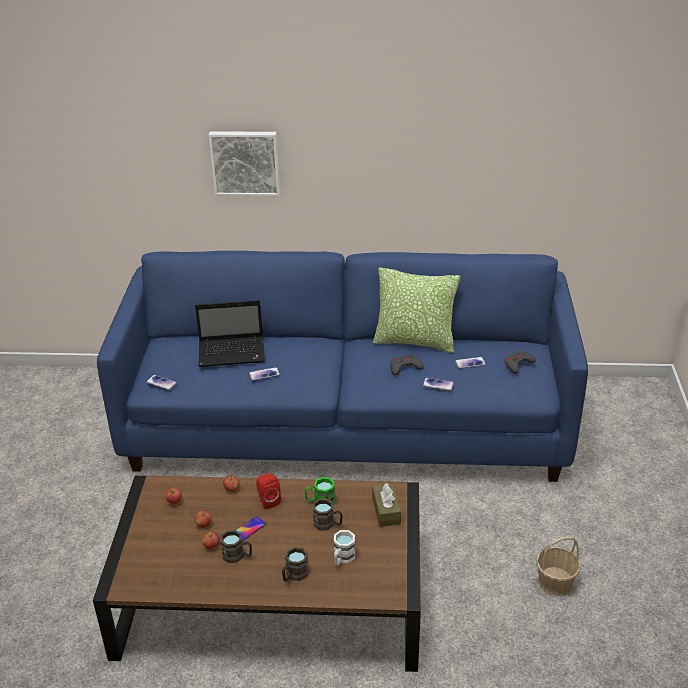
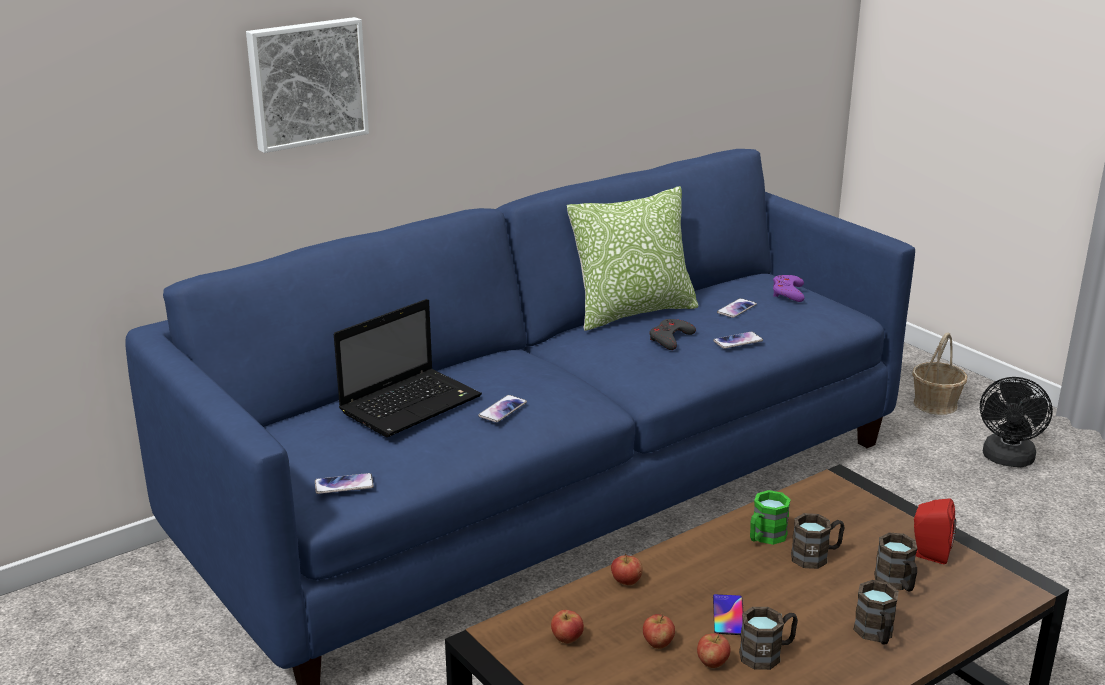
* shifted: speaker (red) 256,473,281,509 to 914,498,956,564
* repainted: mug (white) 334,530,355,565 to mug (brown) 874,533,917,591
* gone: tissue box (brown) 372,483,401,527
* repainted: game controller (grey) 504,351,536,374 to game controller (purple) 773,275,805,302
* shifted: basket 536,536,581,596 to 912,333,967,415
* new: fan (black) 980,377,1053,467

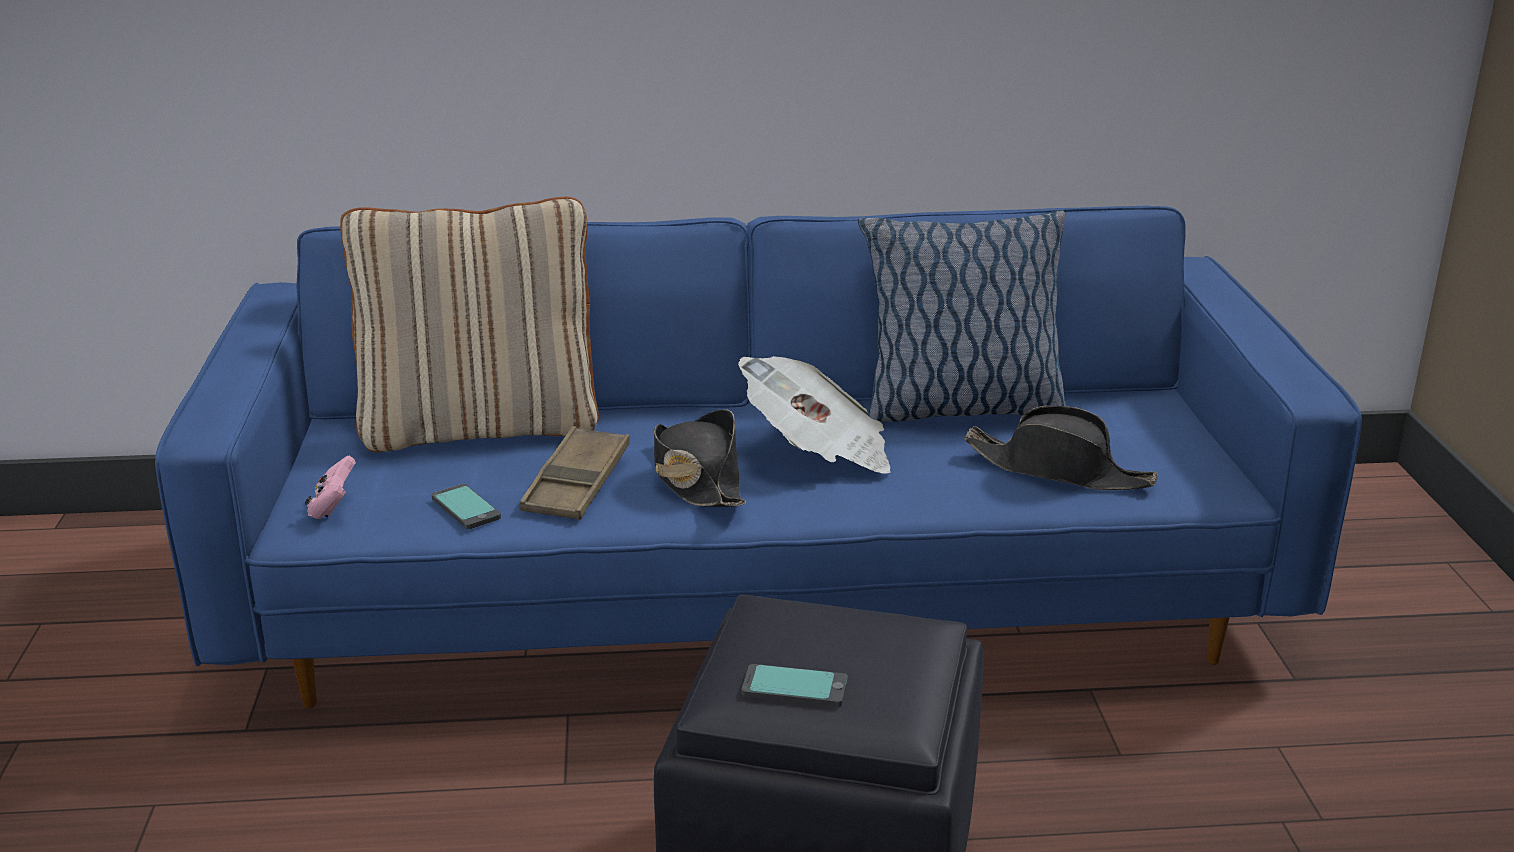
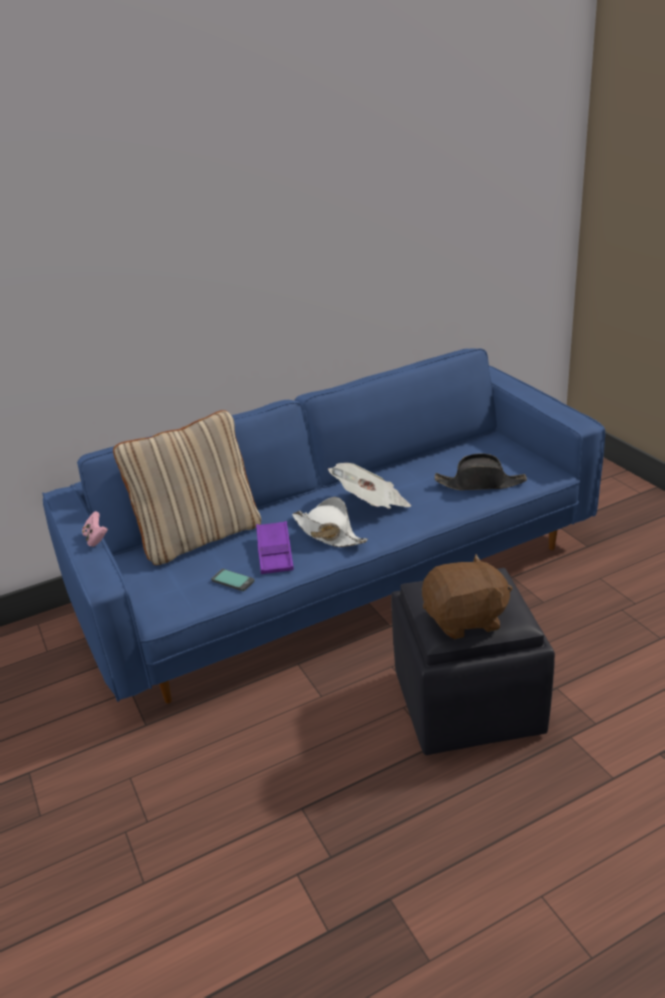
* shifted: game controller (pink) 305,456,356,519 to 82,511,108,547
* repainted: tray (brown) 519,426,630,520 to tray (purple) 256,521,294,574
* repainted: hat (black) 654,409,746,507 to hat (white) 292,497,368,547
* swapped: phone 741,664,848,707 to plush toy (brown) 422,554,512,639
* gone: pillow 858,210,1066,422

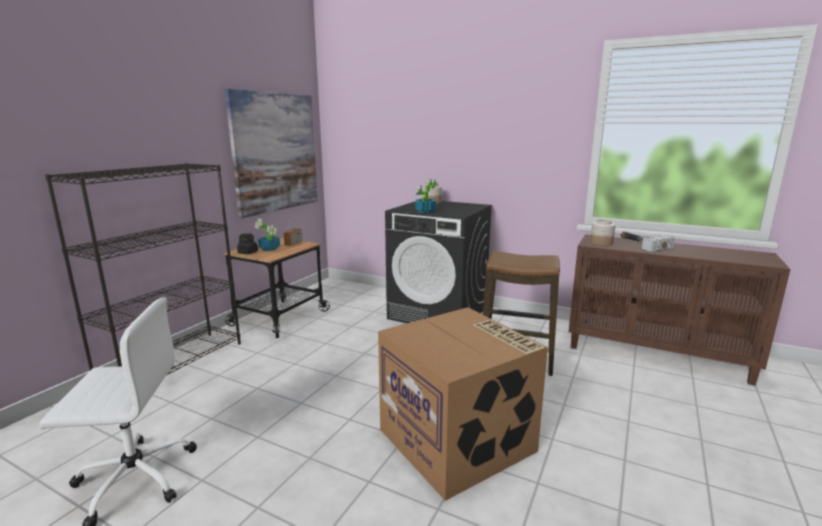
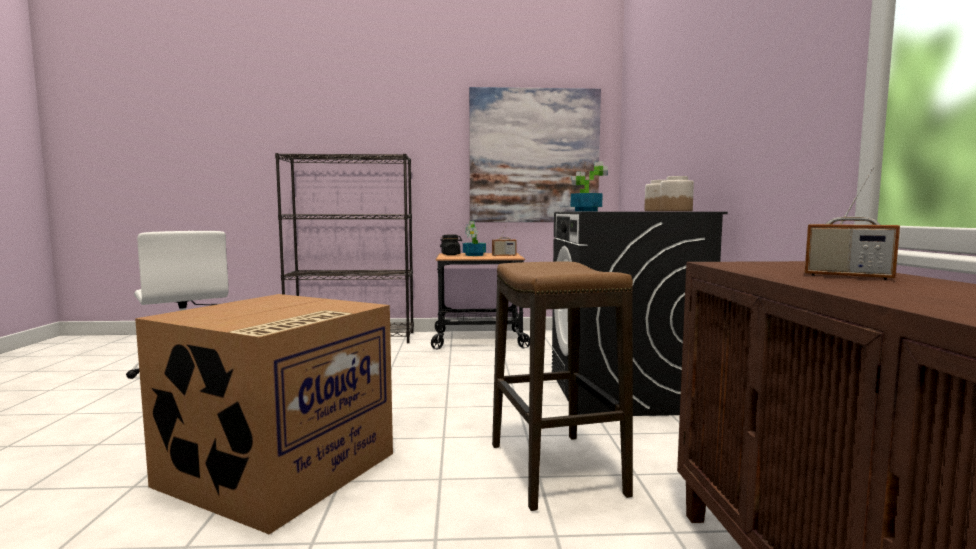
* shifted: jar 590,219,615,246 to 660,176,694,211
* swapped: hammer 621,231,675,253 to radio 805,167,900,280

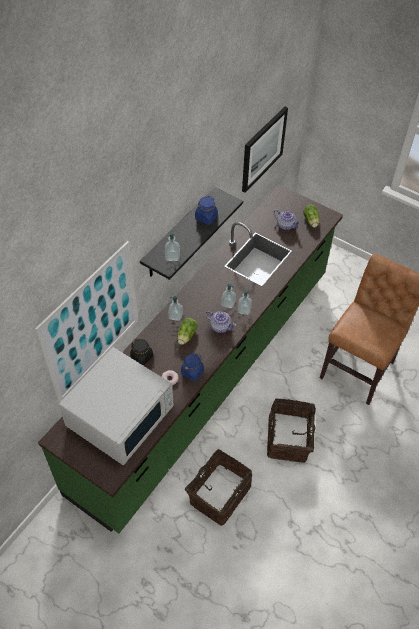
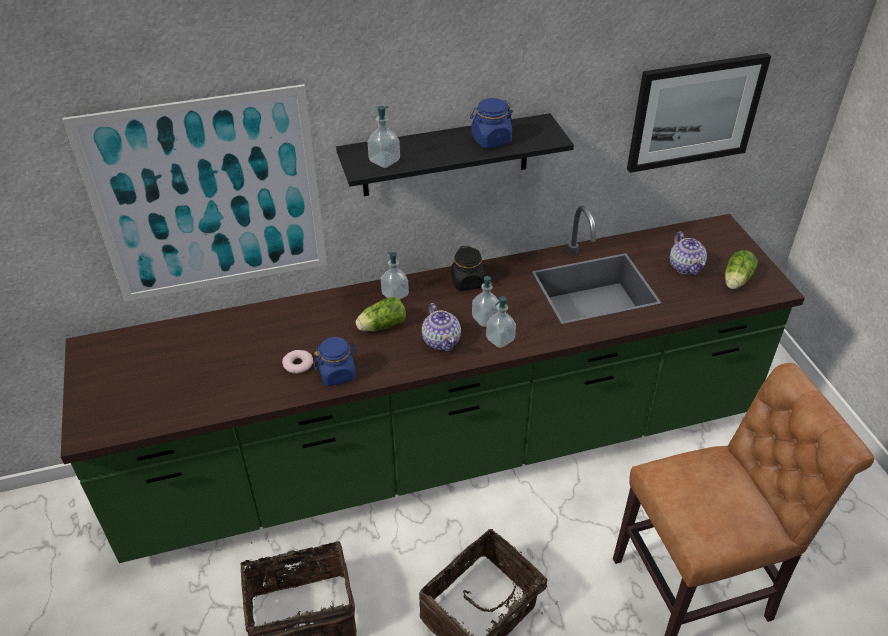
* gone: microwave (white) 59,347,173,466
* shifted: jar (black) 130,339,153,365 to 451,246,485,291

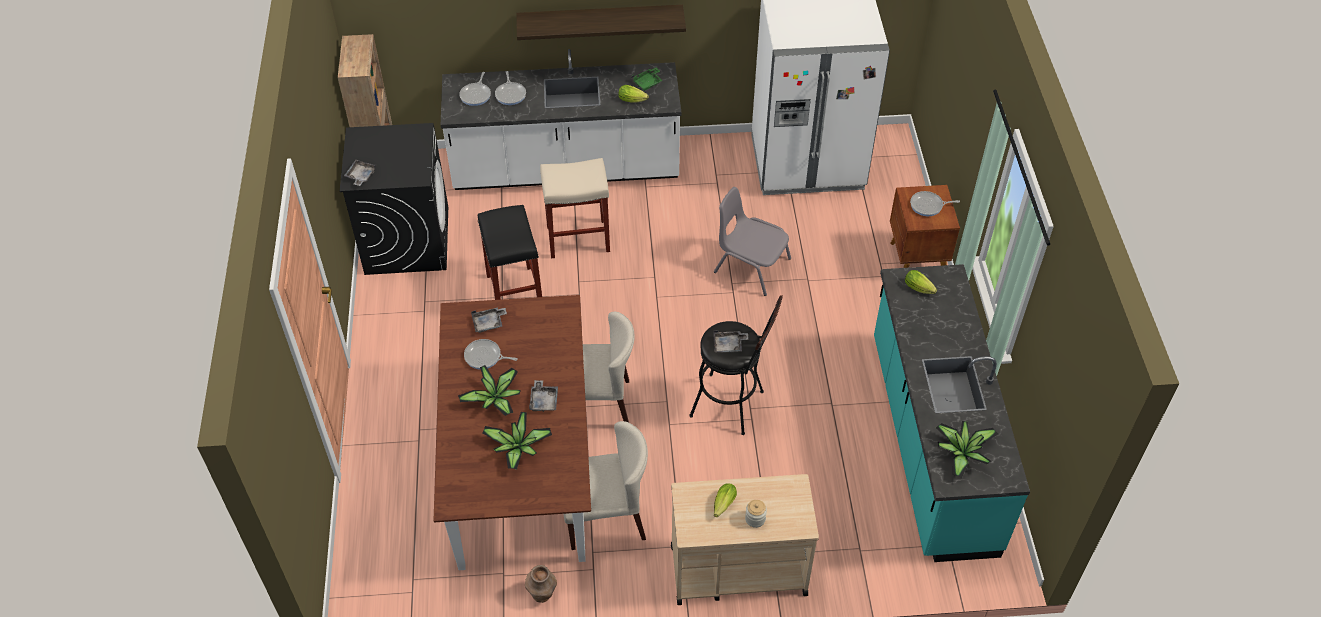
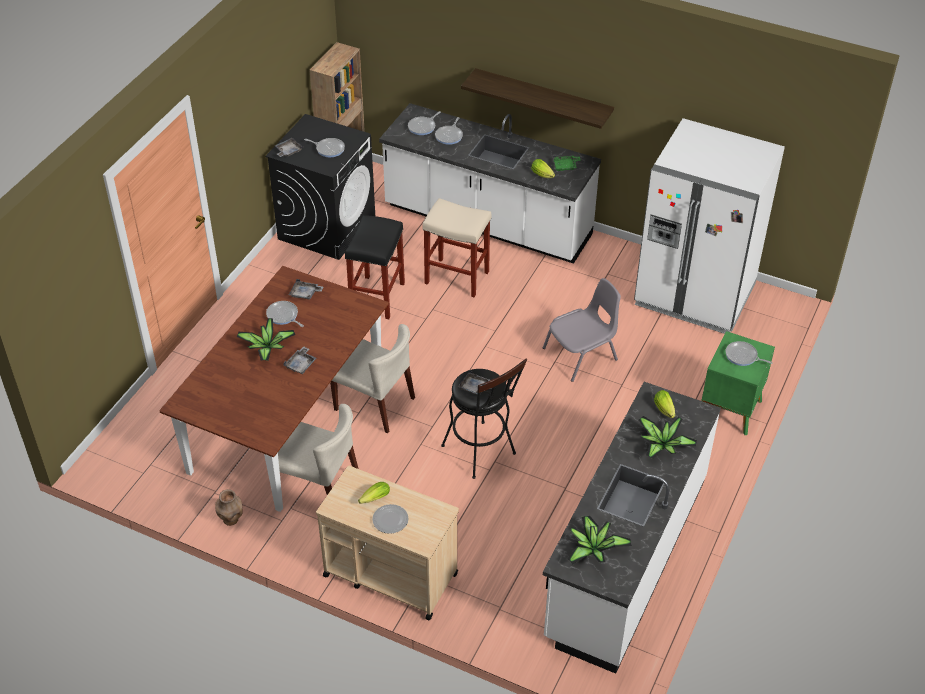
* shifted: potted plant 483,412,552,470 to 639,416,697,459
* rotated: chair (grey) 714,187,791,296 = 543,278,621,382 90 degrees clockwise
* swapped: jar 745,500,767,528 to plate 372,504,409,534
* repainted: counter (turquoise) 874,264,1030,562 to counter (white) 543,382,721,674
* repainted: nightstand (brown) 890,185,960,268 to nightstand (green) 701,331,775,435
* new: frying pan 304,138,345,157

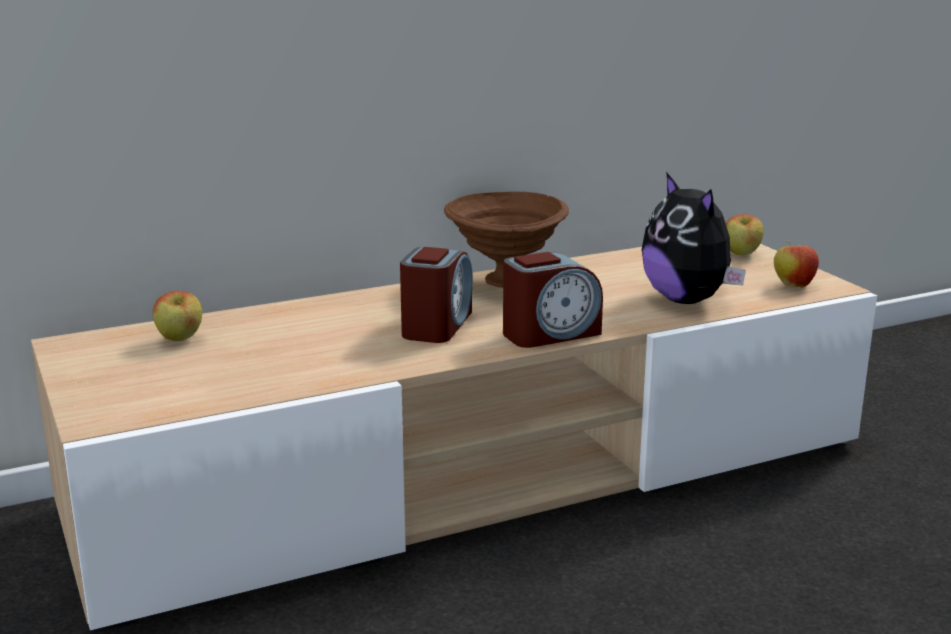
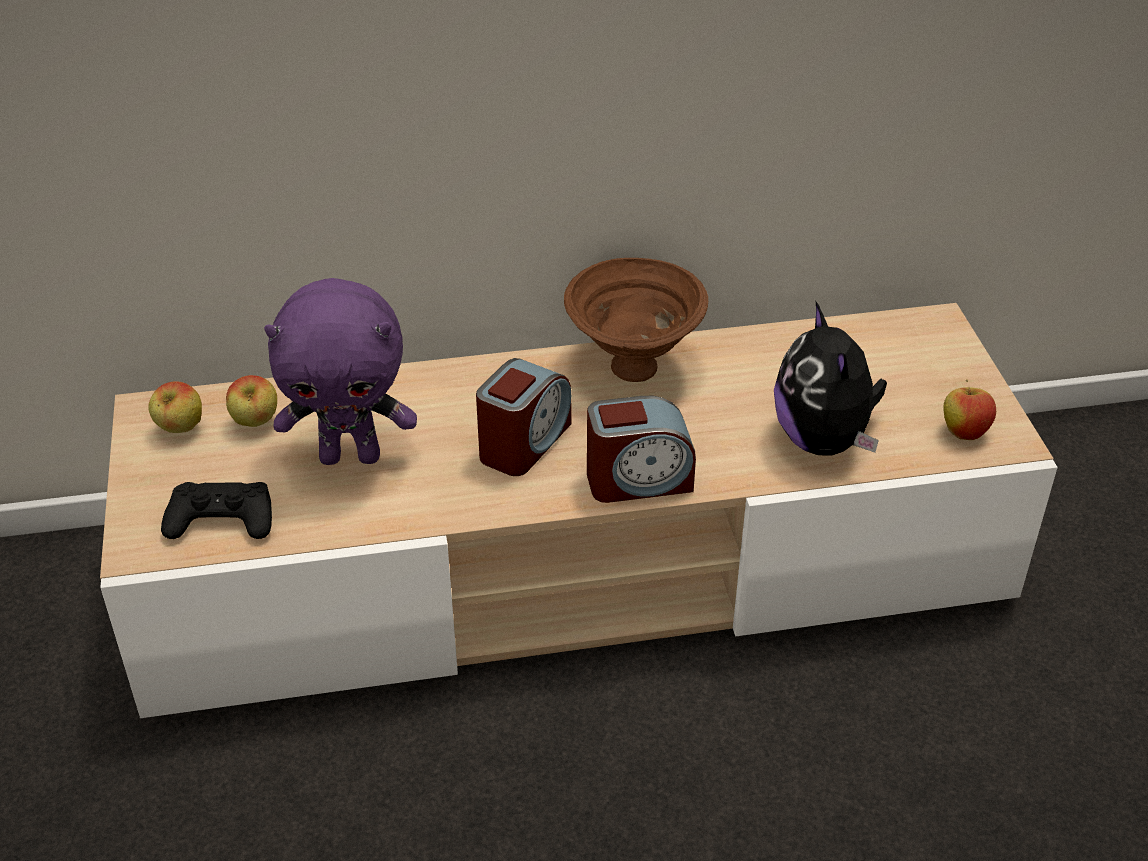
* shifted: apple 726,214,764,256 to 148,381,202,433
* new: game controller (black) 161,482,272,539
* new: plush toy (purple) 264,278,417,465

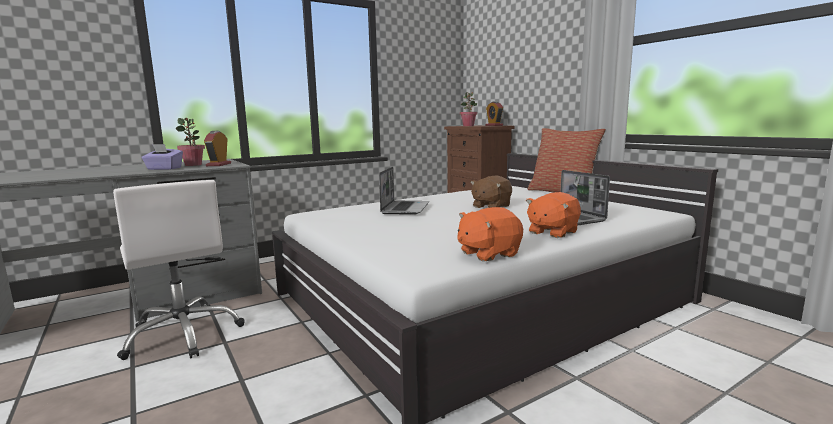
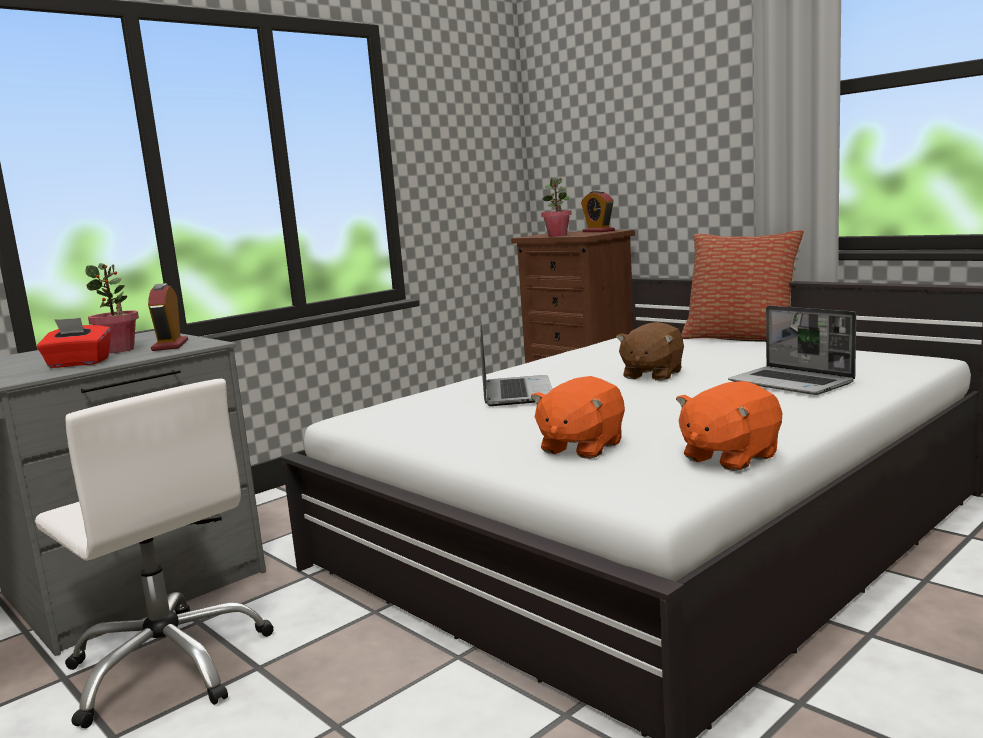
* repainted: tissue box (purple) 142,144,183,170 to tissue box (red) 37,318,111,368
* shifted: plush toy (orange) 526,192,581,238 to 531,376,625,459

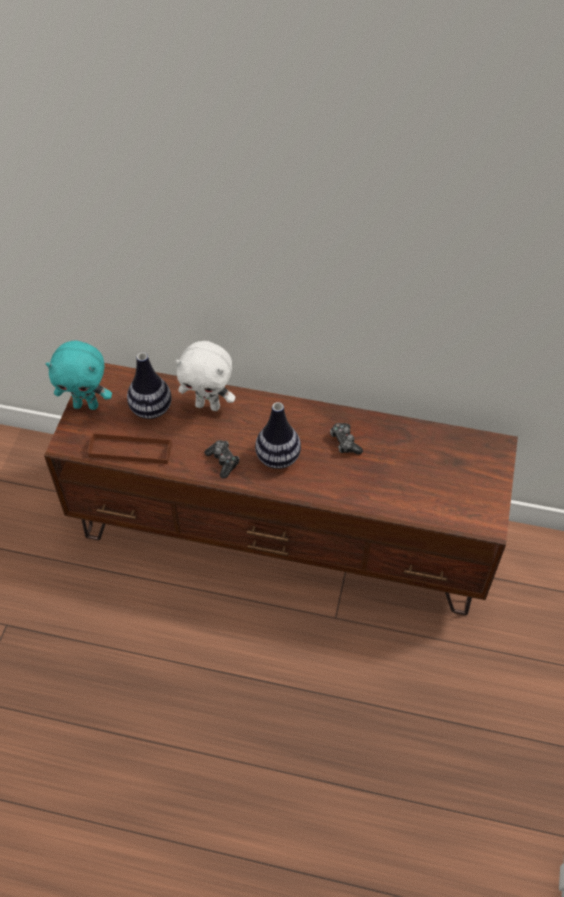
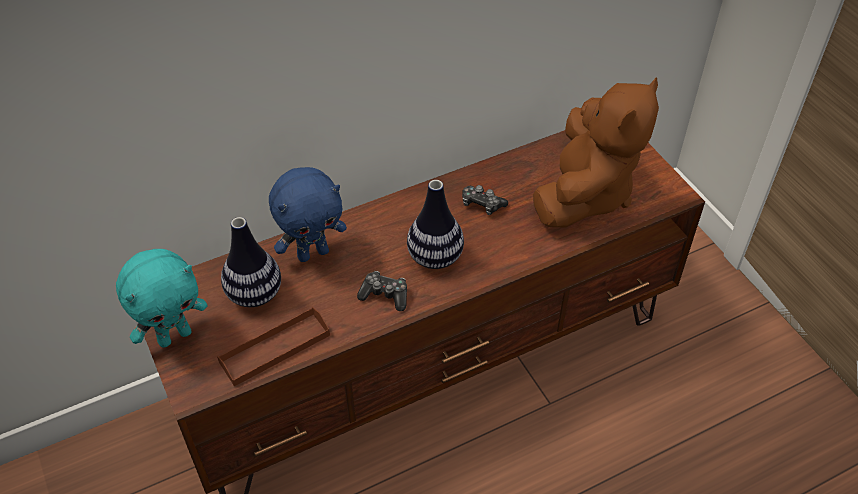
* repainted: plush toy (white) 175,341,235,411 to plush toy (blue) 269,167,347,262
* new: plush toy (brown) 533,78,659,227

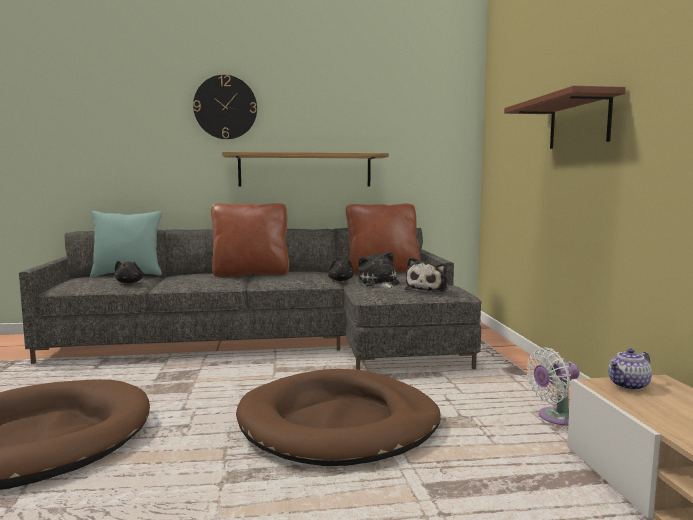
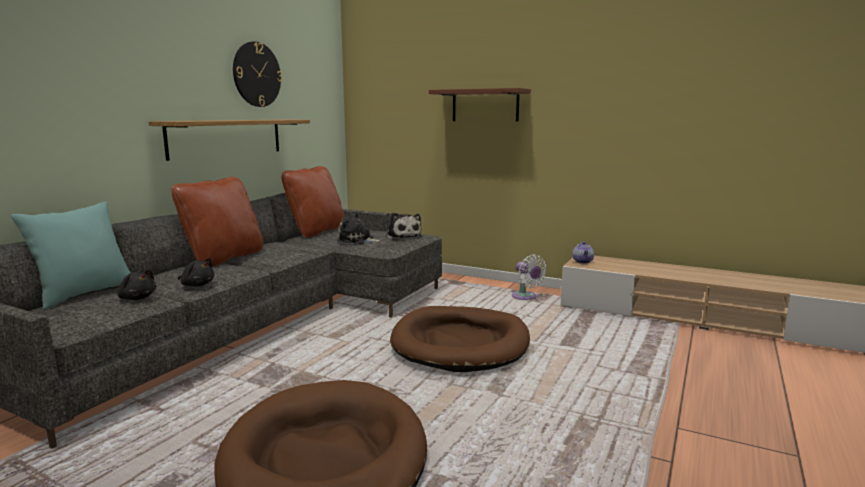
* shifted: wall clock 193,75,257,139 to 233,41,282,107
* shifted: plush toy (black) 328,260,354,281 to 178,258,214,287
* rotated: fan (white) 527,347,580,426 = 511,254,547,300 45 degrees counterclockwise

